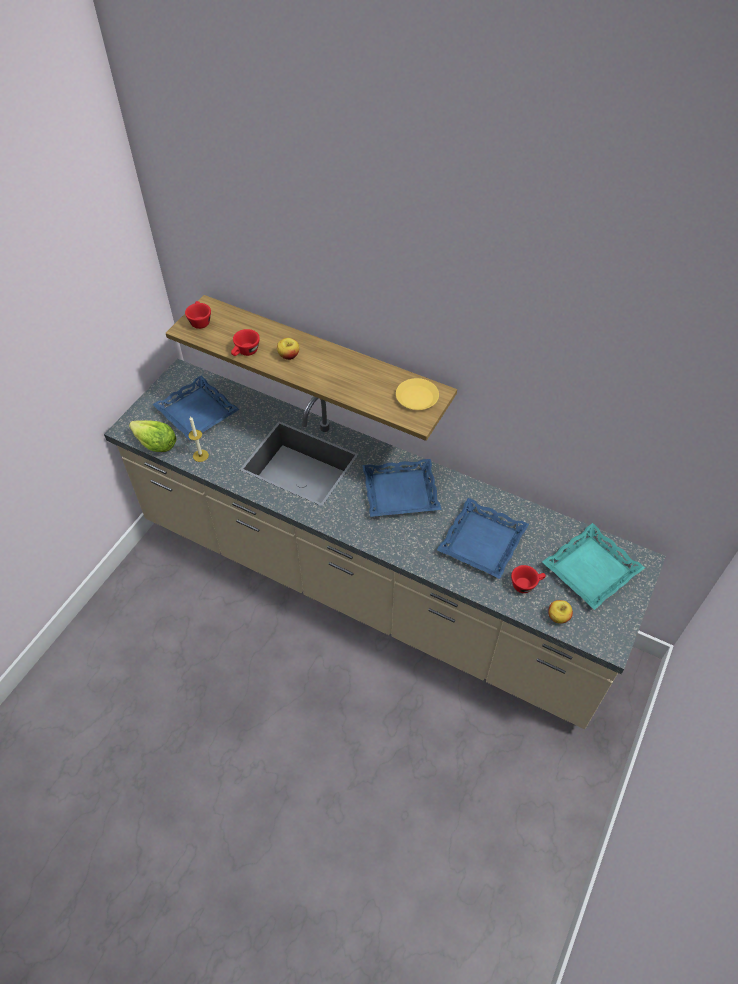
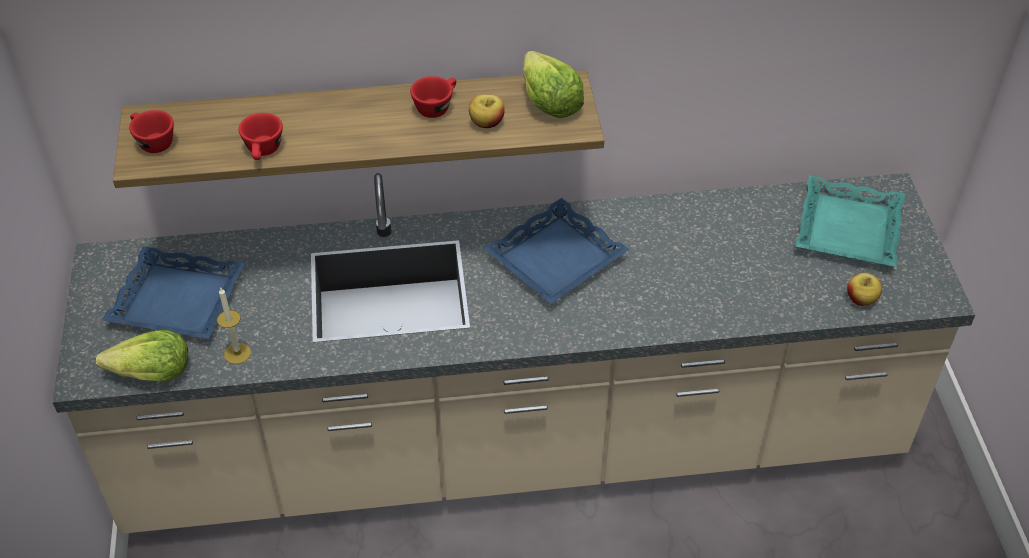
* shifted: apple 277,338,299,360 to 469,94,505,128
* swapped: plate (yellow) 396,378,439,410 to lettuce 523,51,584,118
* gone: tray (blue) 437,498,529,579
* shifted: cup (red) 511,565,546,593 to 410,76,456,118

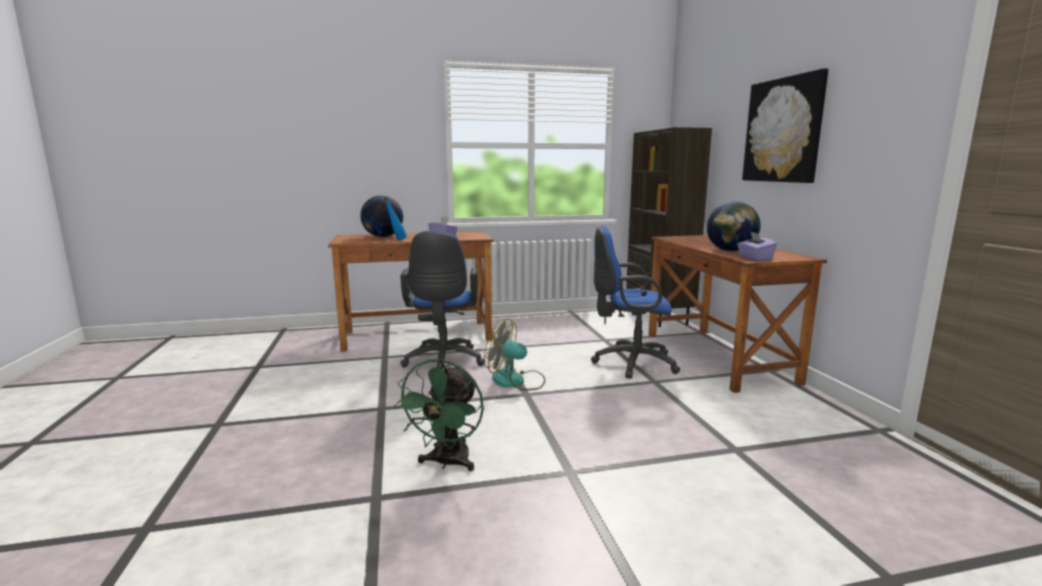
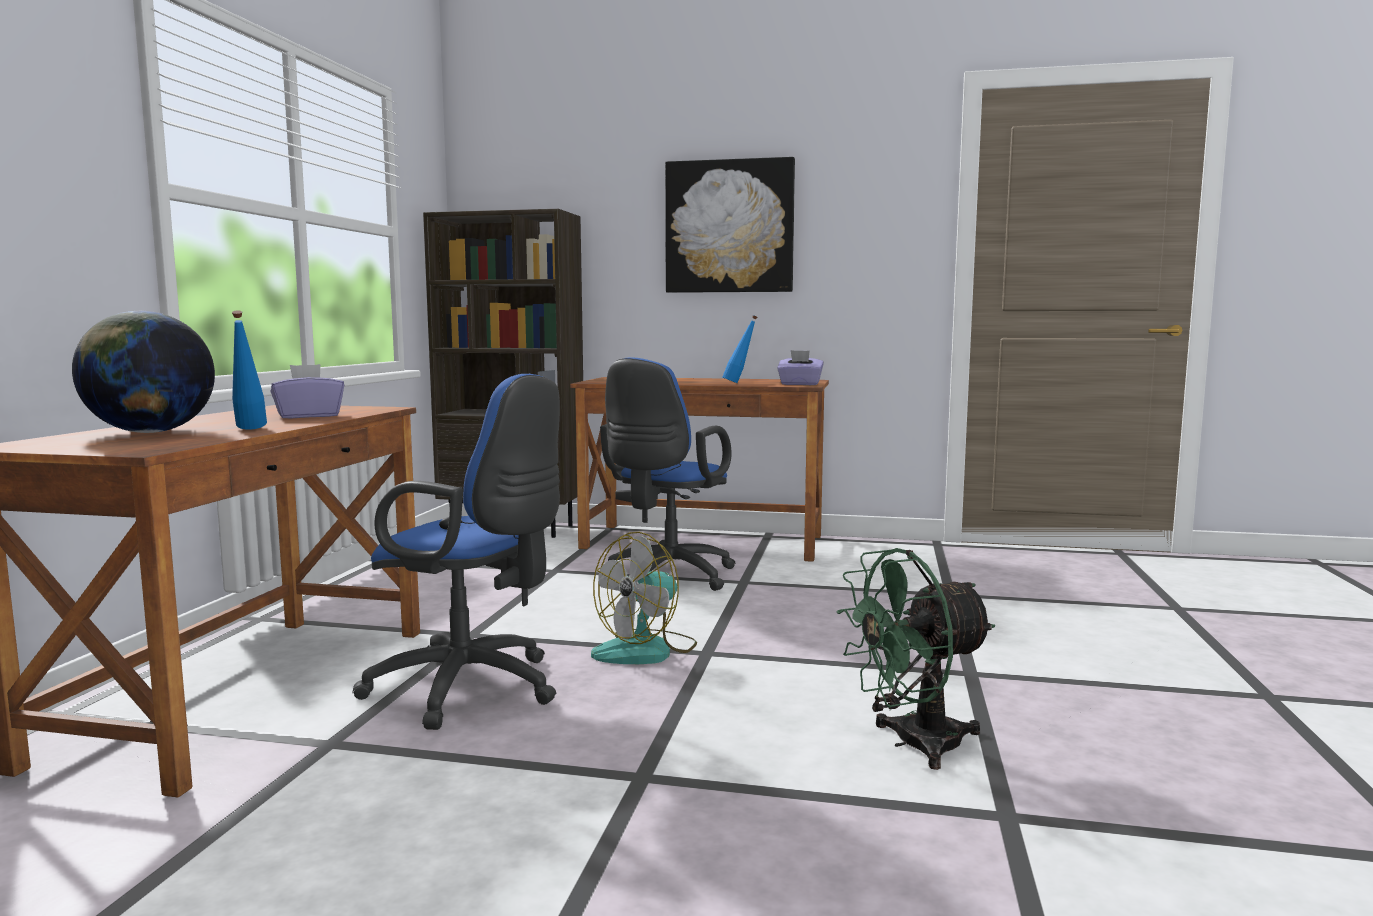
* rotated: fan (green) 393,359,484,471 = 836,548,995,770 120 degrees clockwise
* swapped: globe 707,201,761,251 to bottle (blue) 722,315,757,383

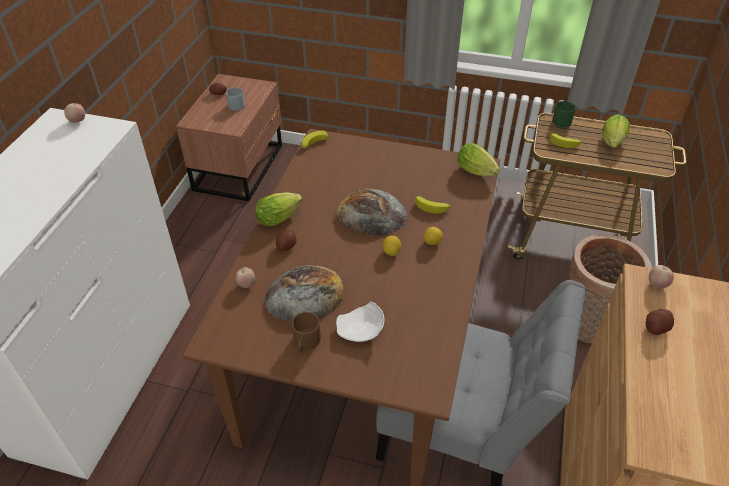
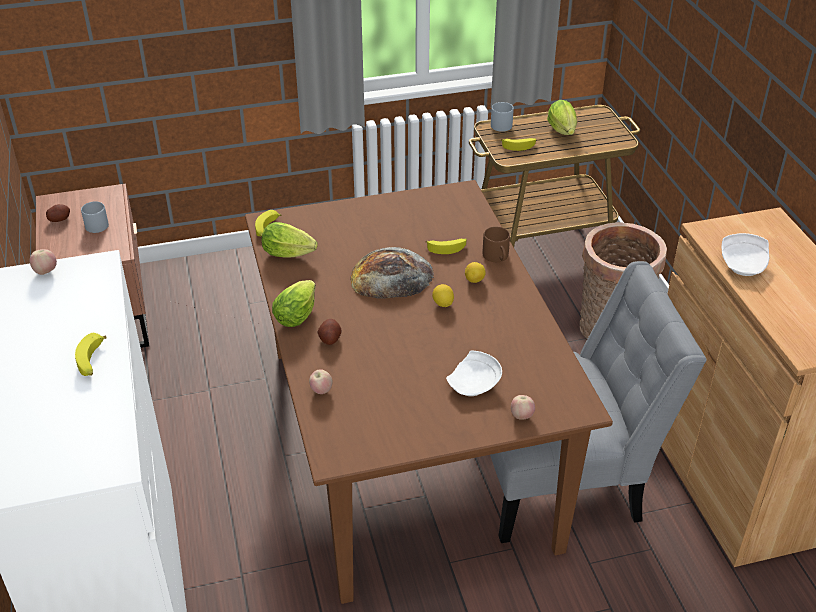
* gone: bread 264,265,344,322
* shifted: mug (brown) 292,312,321,352 to 482,227,510,262
* shifted: lettuce 457,143,500,176 to 262,222,318,258
* repainted: mug (green) 552,101,576,127 to mug (grey) 491,102,514,132
* swapped: potato 646,309,674,335 to plate (white) 722,233,769,276
* shifted: apple 649,265,674,288 to 511,395,535,420
* new: banana 75,333,107,376

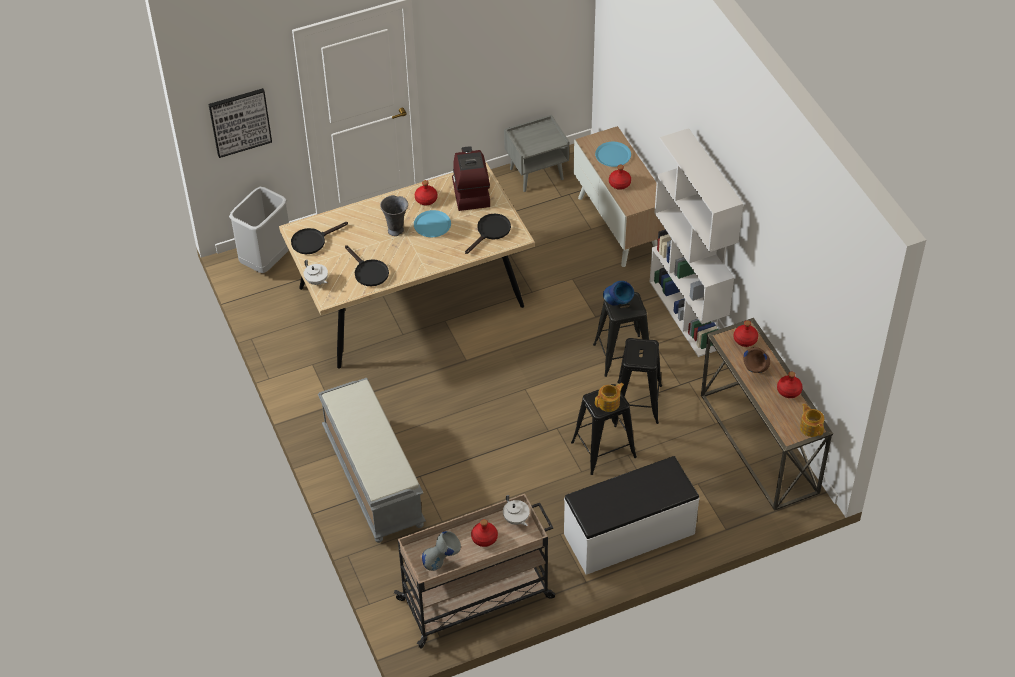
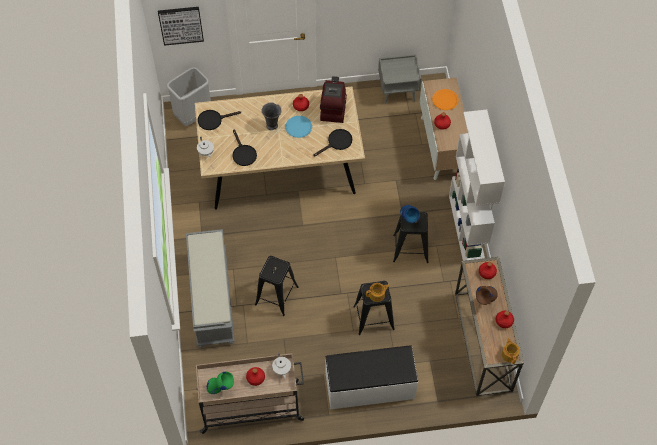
* repainted: vase (grey) 422,531,461,571 to vase (green) 207,372,234,394
* repainted: plate (blue) 595,142,631,167 to plate (orange) 432,89,459,110
* shifted: stool (black) 617,338,662,424 to 255,256,299,316

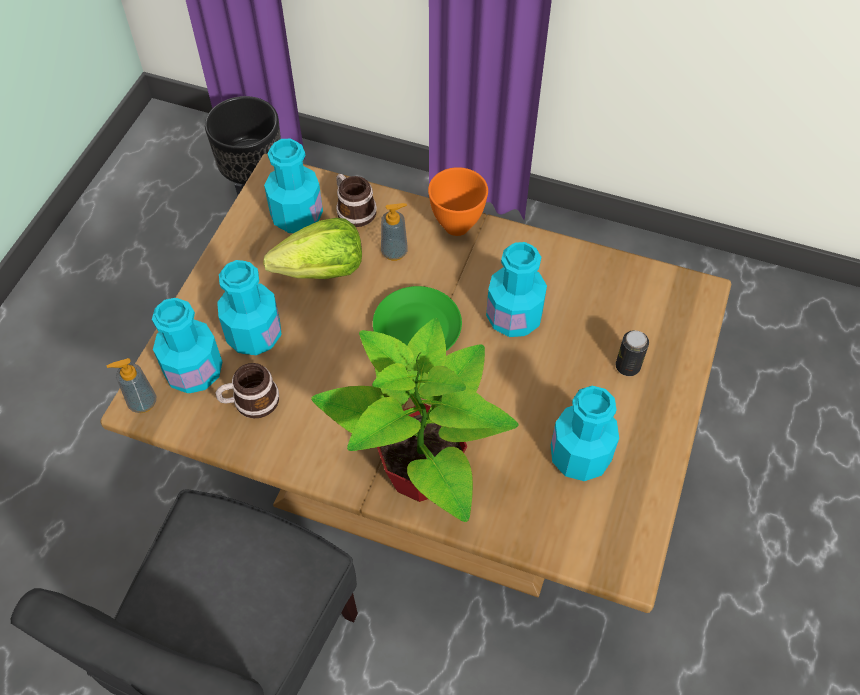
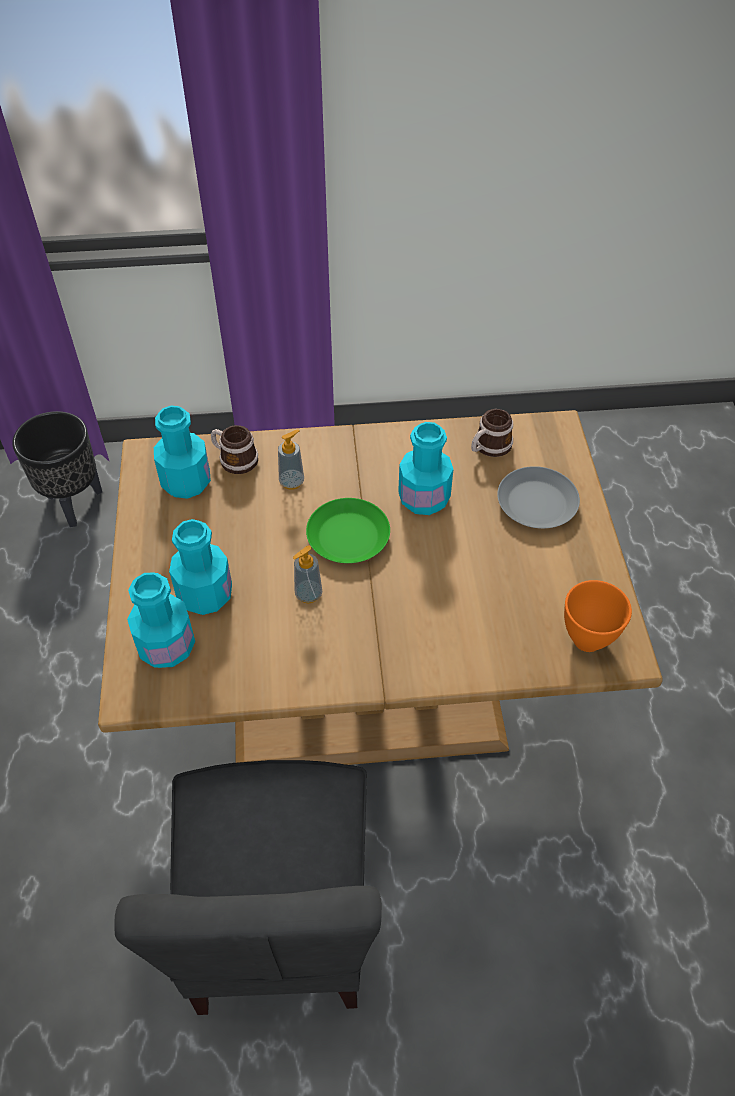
* shifted: soap dispenser 107,358,156,413 to 293,545,323,603
* shifted: mug 215,363,279,419 to 471,409,513,457
* gone: lettuce 263,218,362,279
* gone: potted plant 311,318,519,522
* shifted: bowl (orange) 428,167,488,236 to 564,580,632,652
* gone: bottle (turquoise) 551,386,619,481
* swapped: can 616,330,649,376 to plate (grey) 497,466,580,529

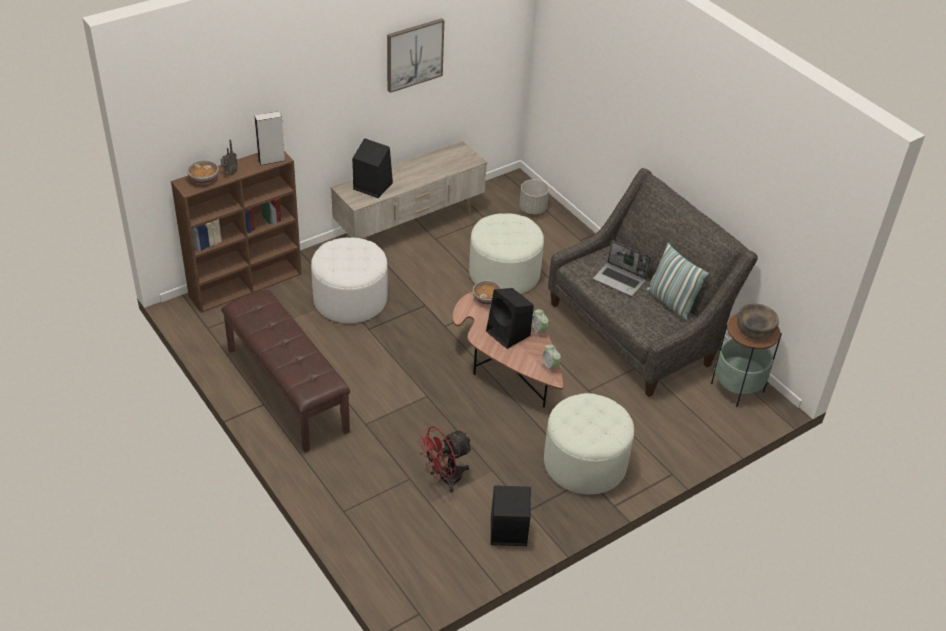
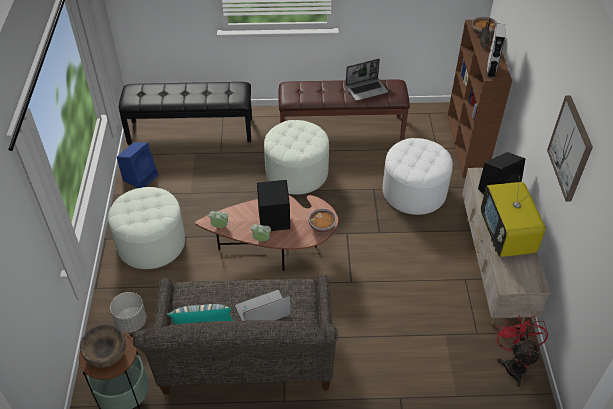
* shifted: fan (red) 418,426,473,493 to 496,315,548,387
* shifted: ottoman (white) 469,213,544,294 to 264,120,329,195
* repainted: speaker (black) 491,485,531,546 to speaker (blue) 117,142,158,188
* shifted: planter (grey) 519,179,549,214 to 110,292,147,333
* new: bench (black) 119,82,252,145
* new: laptop 345,59,388,101
* new: television 481,175,546,257

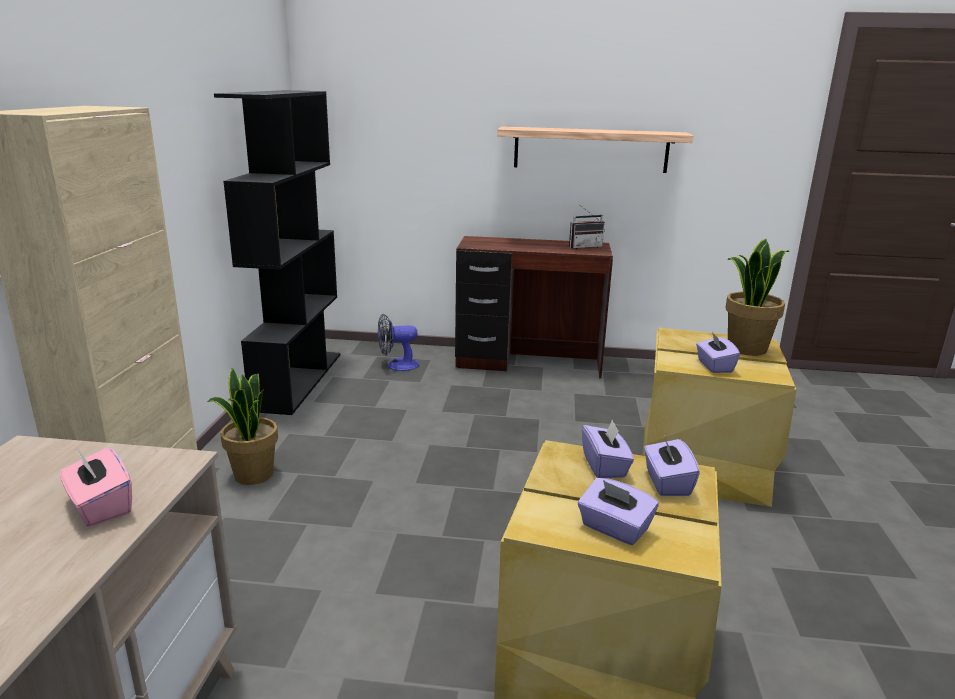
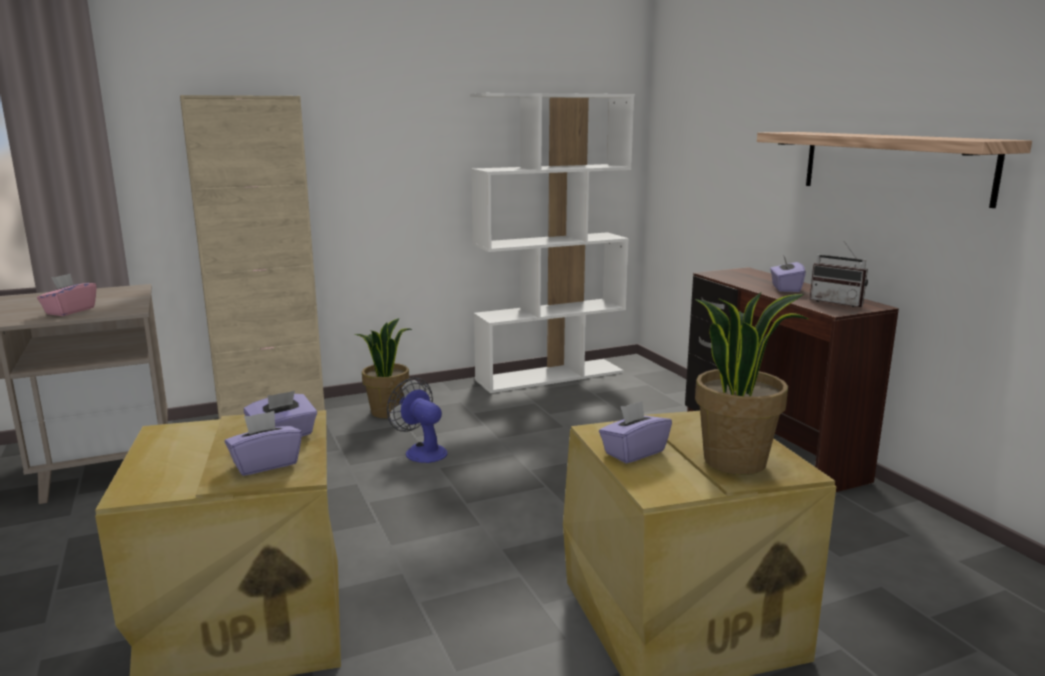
* repainted: bookcase (black) 214,90,340,415 to bookcase (white) 470,93,634,393
* shifted: fan 378,314,419,371 to 387,378,448,463
* shifted: tissue box (purple) 578,478,659,545 to 770,255,806,292

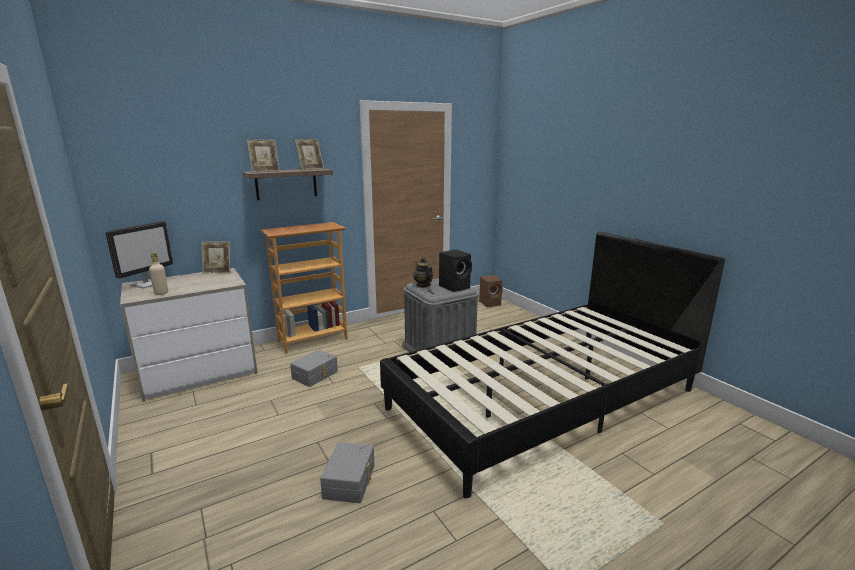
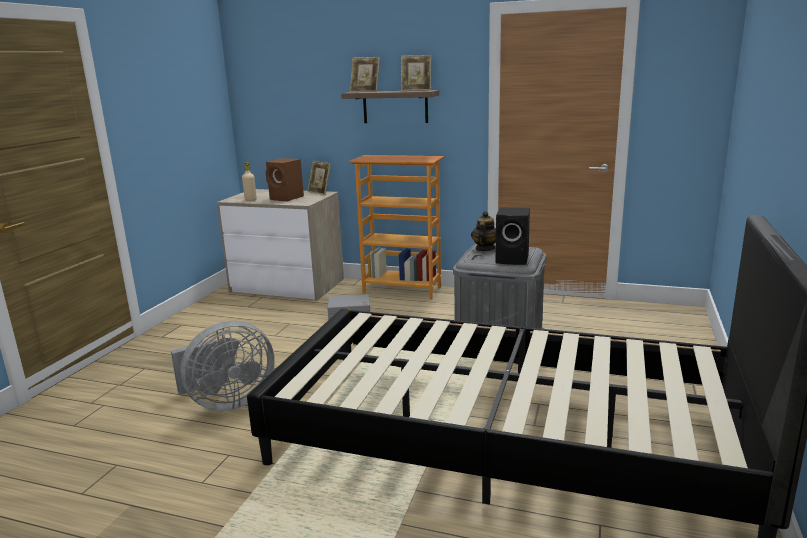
* gone: monitor 106,221,173,288
* swapped: storage box (grey) 320,442,375,503 to fan (grey) 171,321,275,411
* shifted: speaker (brown) 479,275,503,307 to 266,158,304,201

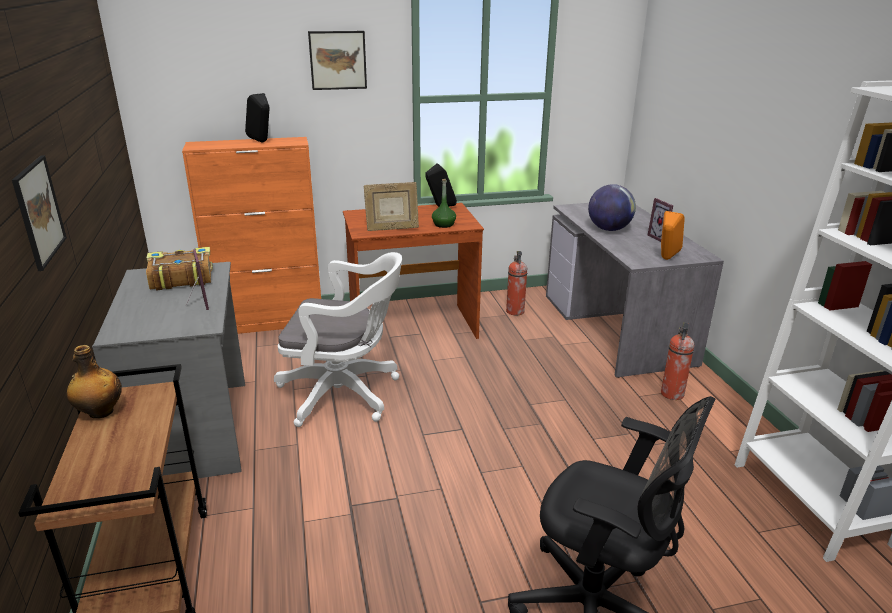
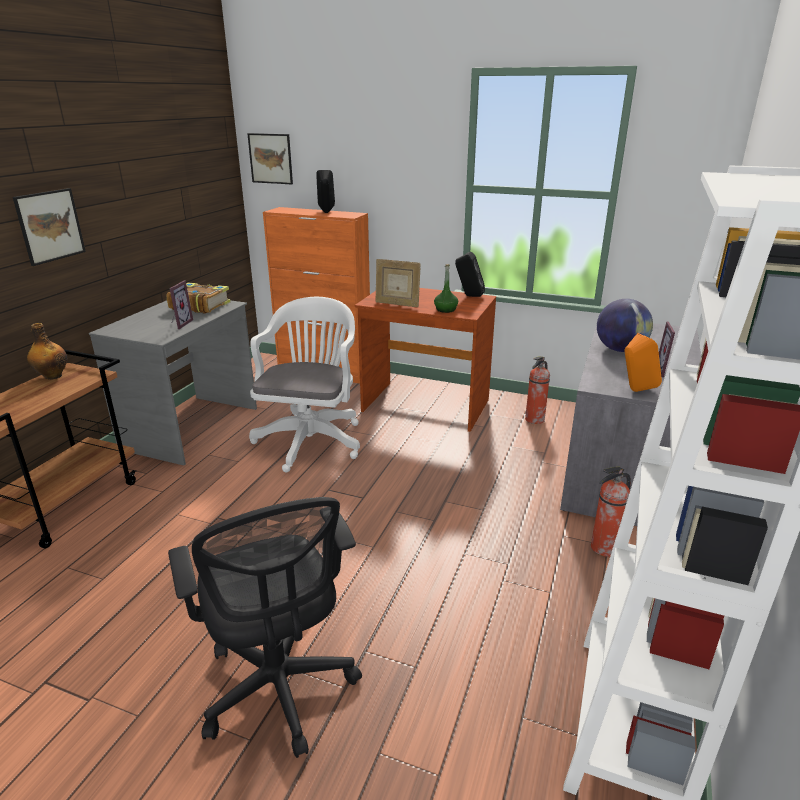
* rotated: office chair (white) 274,252,402,427 = 249,297,360,472 120 degrees counterclockwise
* shifted: picture 308,31,367,90 to 247,133,293,184

